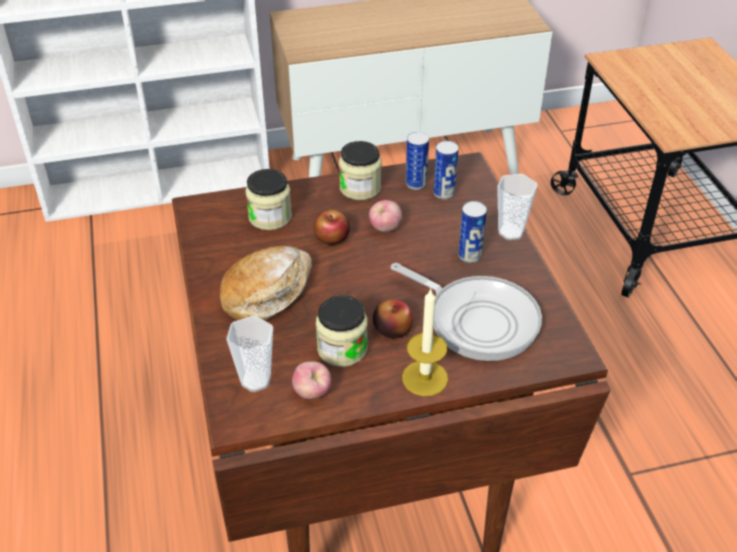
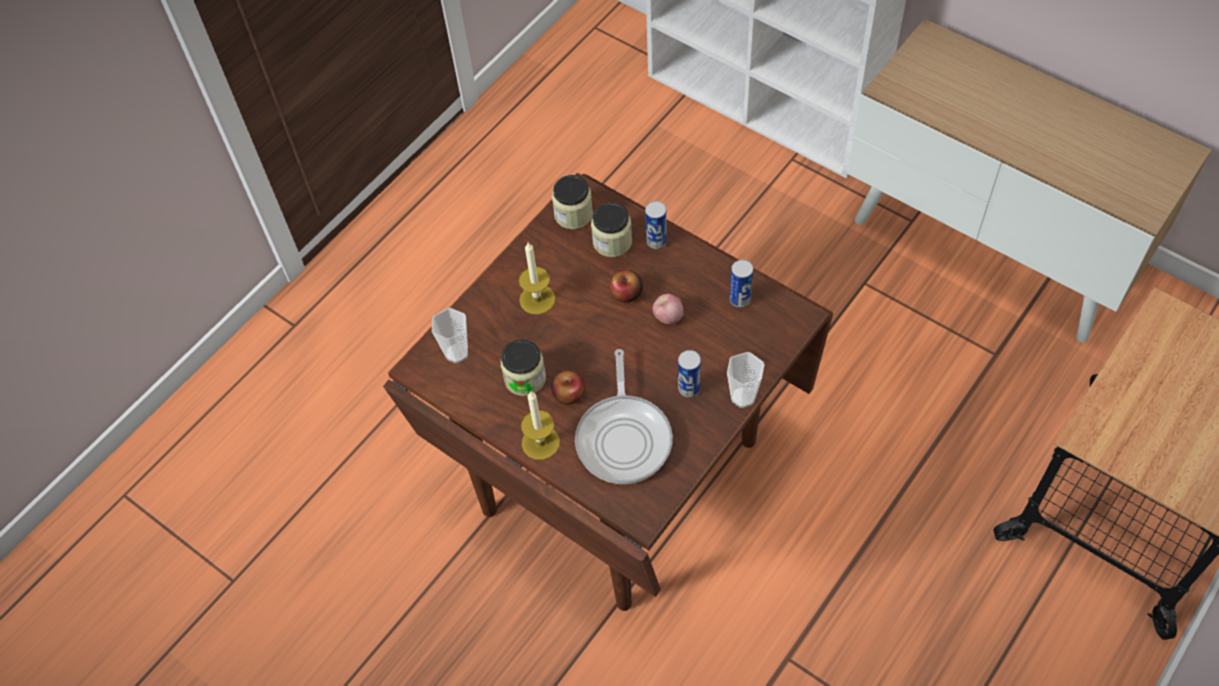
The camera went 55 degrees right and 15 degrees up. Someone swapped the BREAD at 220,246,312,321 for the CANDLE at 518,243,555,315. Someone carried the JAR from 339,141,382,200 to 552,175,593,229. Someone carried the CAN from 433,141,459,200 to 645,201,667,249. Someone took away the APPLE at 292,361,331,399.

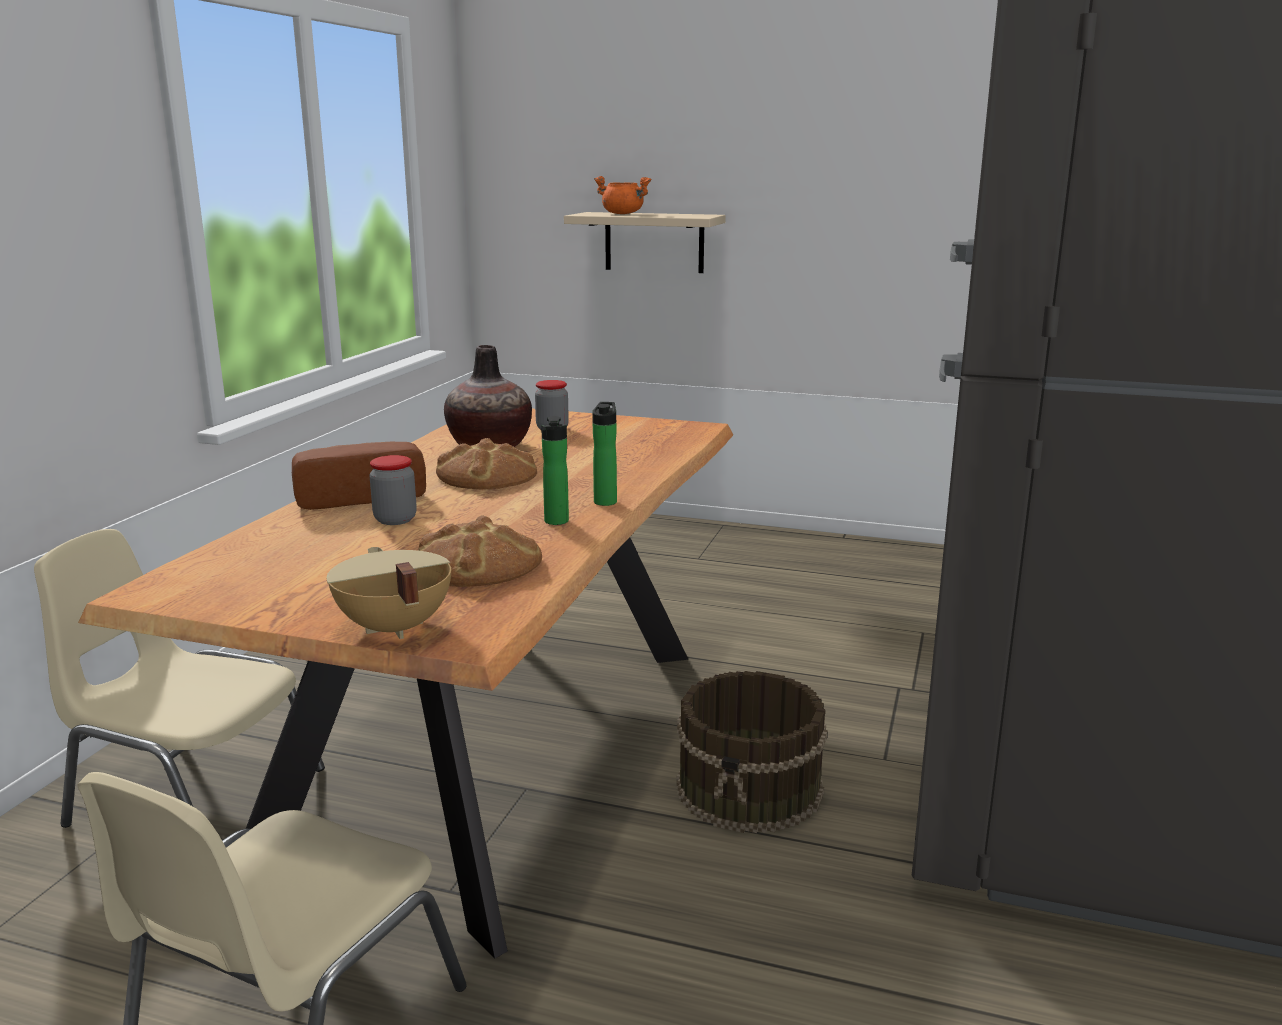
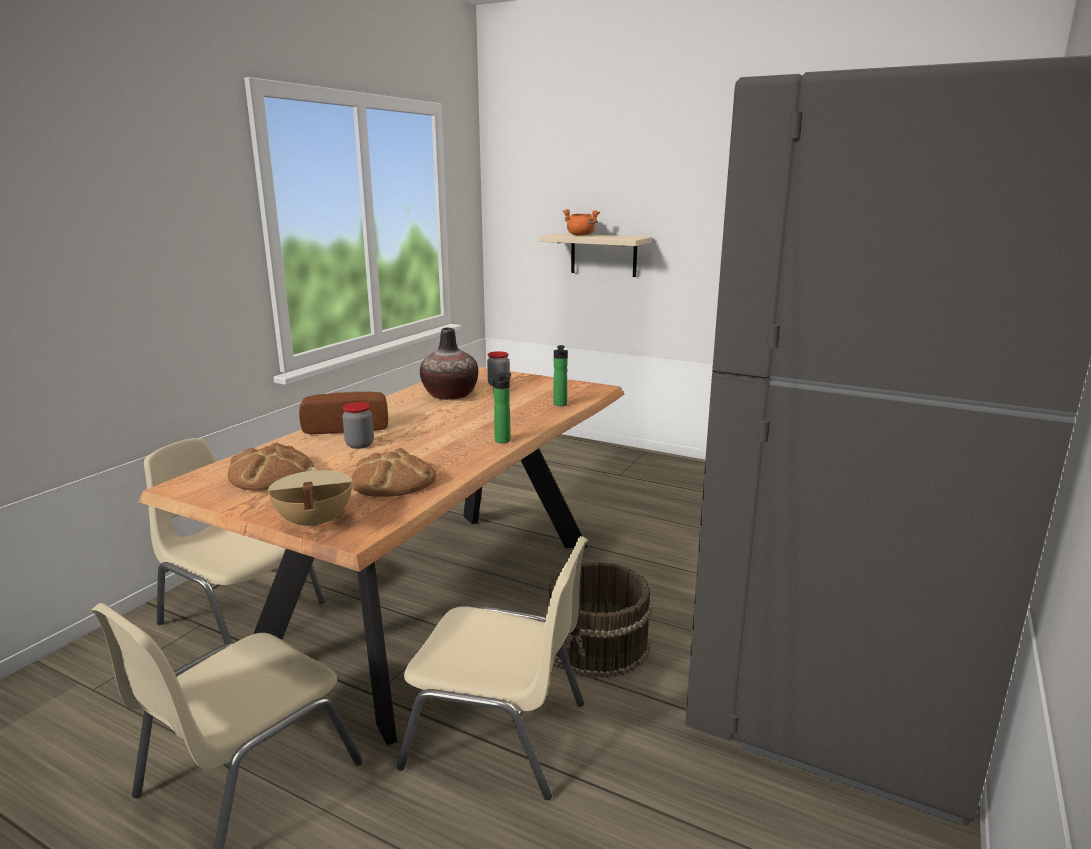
The camera went 10 degrees right and 0 degrees up. Someone carried the BREAD from 436,438,537,490 to 228,443,314,491. Someone put down the BEIGE CHAIR at 396,536,588,800. Someone carried the BOTTLE from 541,416,569,525 to 553,345,568,406.

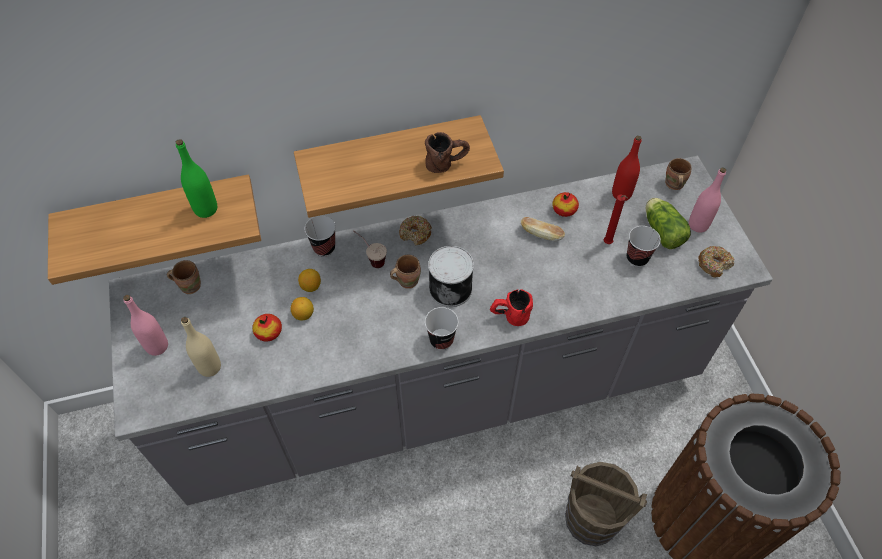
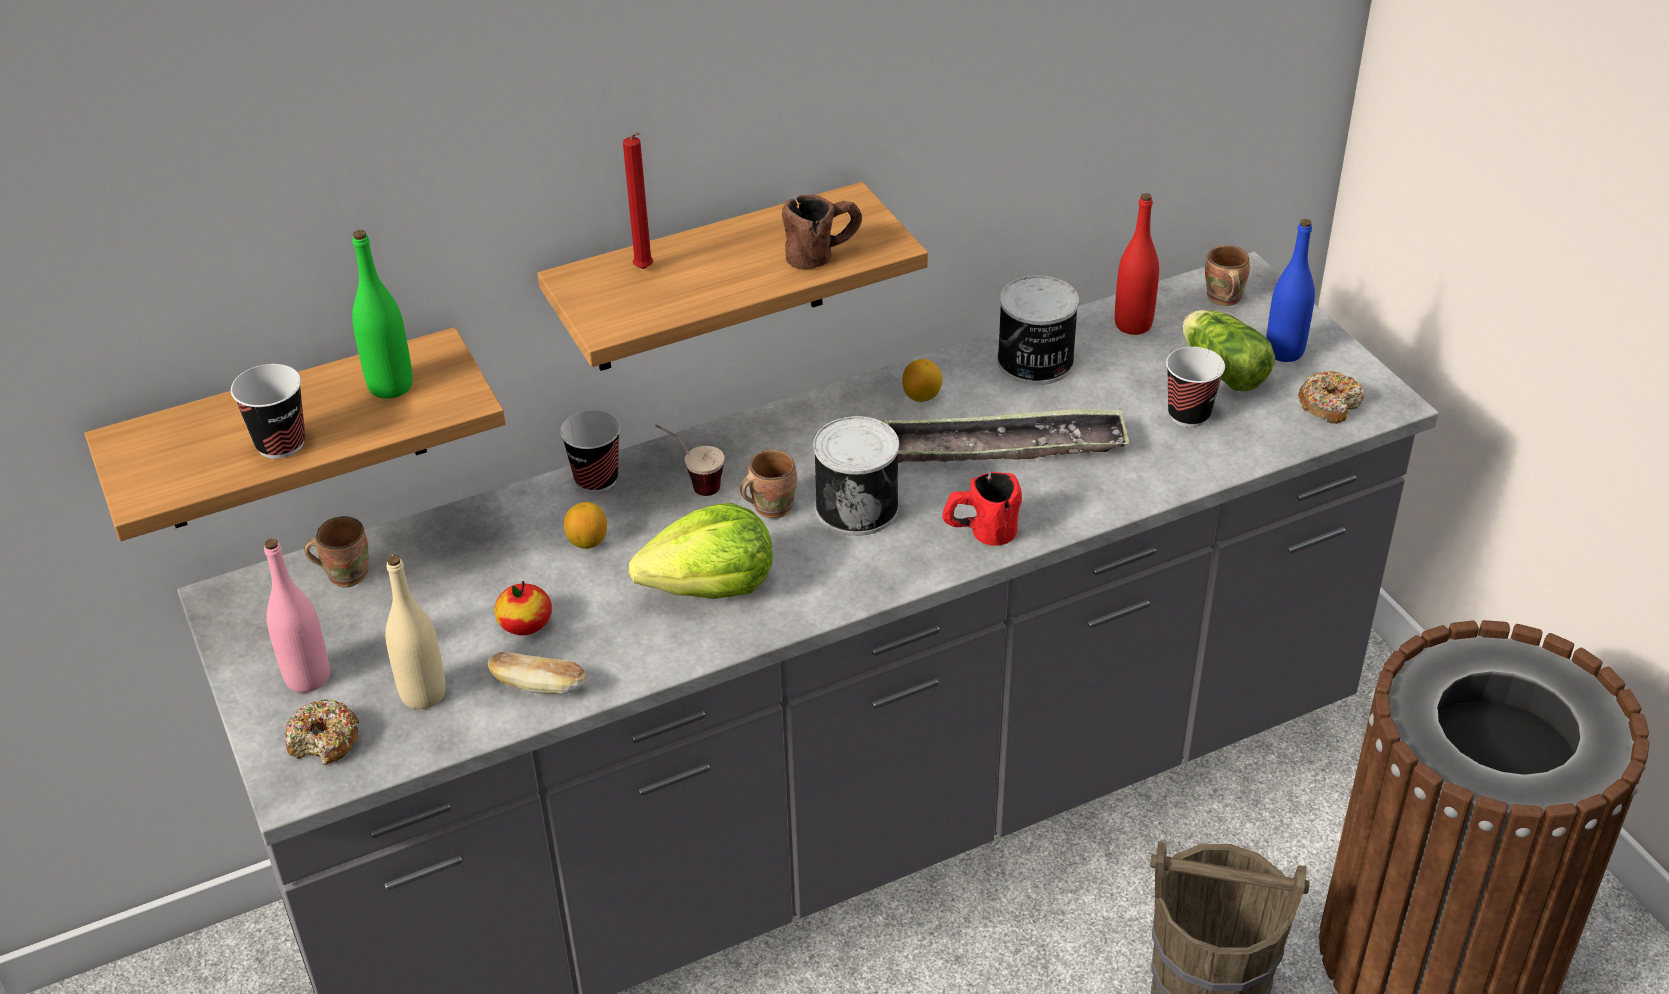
The camera went 10 degrees left and 15 degrees down. Someone carried the CUP from 425,307,459,350 to 231,364,305,459. Someone carried the DONUT from 399,216,432,245 to 284,699,359,765. Someone carried the BREAD from 521,217,565,241 to 488,652,586,694. Someone carried the RED CANDLE from 604,195,628,244 to 623,132,653,269. Someone put down the LETTUCE at 629,503,773,599. Someone put down the TRAY at 883,409,1130,463. Someone carried the LEMON from 291,297,314,320 to 902,359,942,402. Someone swapped the APPLE at 552,192,579,217 for the CAN at 997,275,1079,385. Someone repainted the PINK BOTTLE at 689,168,726,233, which became the BLUE BOTTLE at 1266,219,1315,362.

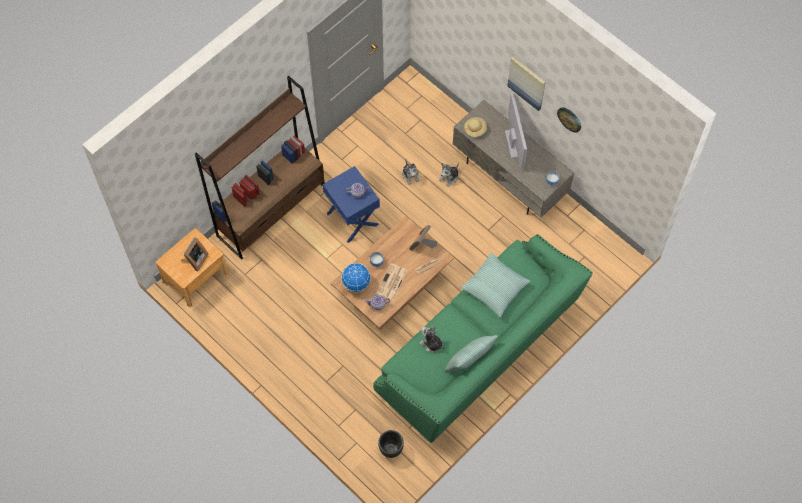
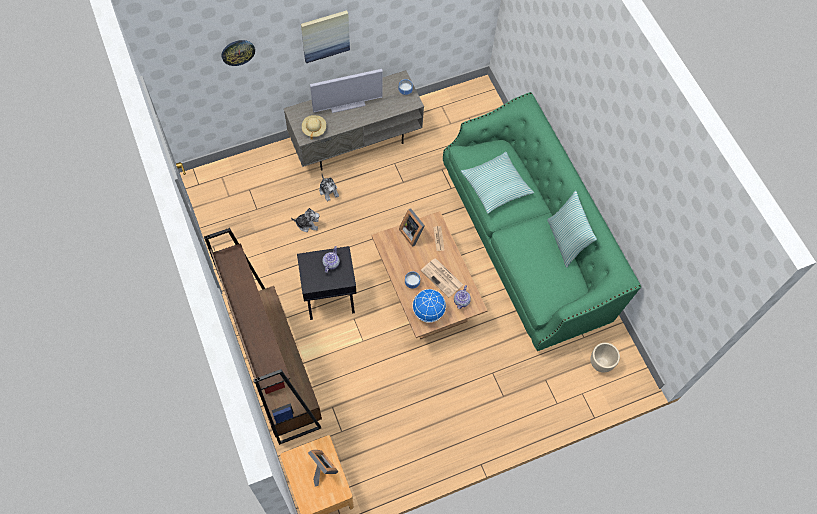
The camera went 70 degrees left and 0 degrees up. Someone carried the WALL CLOCK from 557,107,581,133 to 221,40,255,66. Someone repainted the BLUE SIDE TABLE at 323,166,380,243, which became the BLACK SIDE TABLE at 297,246,357,320. Someone rotated the TELEVISION at 505,92,527,170 by 150 degrees clockwise. Someone repainted the BLACK PLANTER at 378,430,404,458, which became the BEIGE PLANTER at 590,343,620,373. Someone took away the PLUSH TOY at 419,325,445,353.

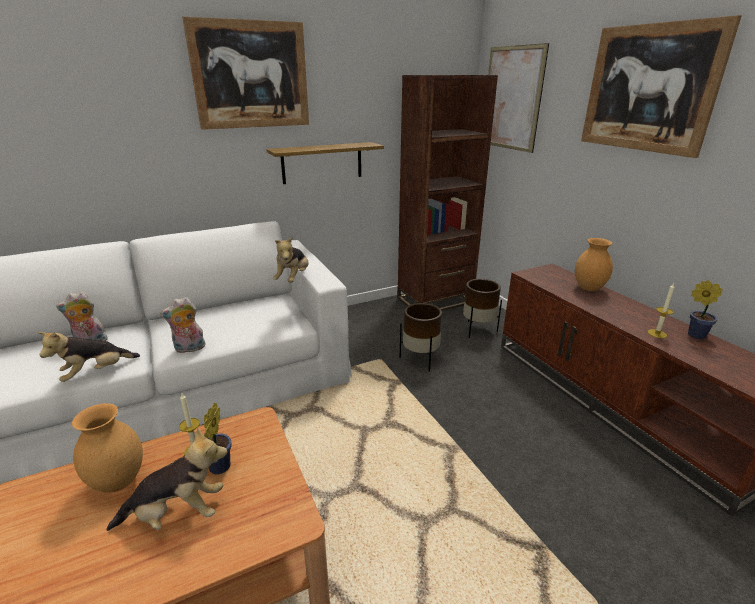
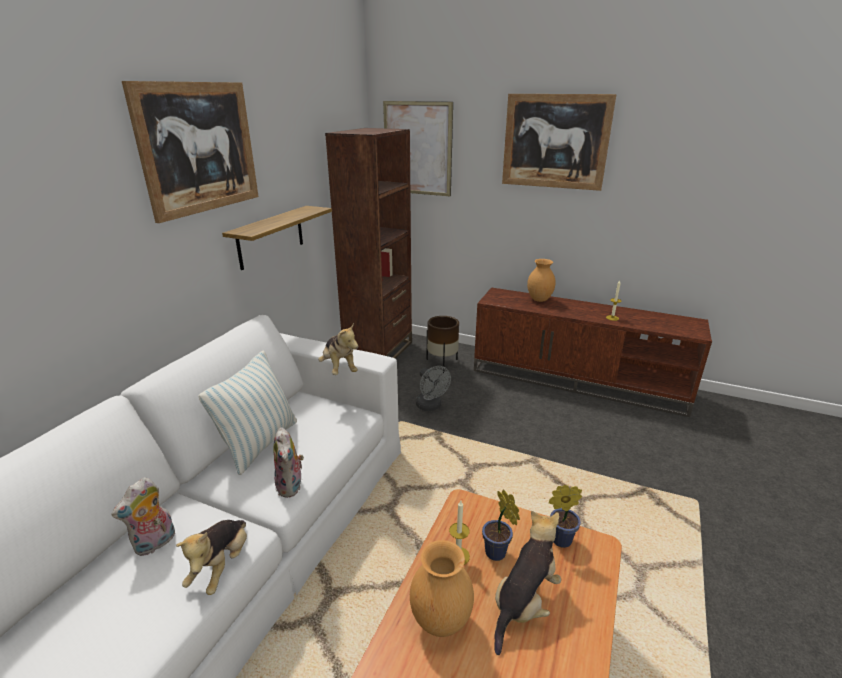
The camera went 40 degrees left and 0 degrees up. Someone put down the PILLOW at 198,350,297,475. Someone rotated the PLUSH TOY at 160,297,206,354 by 45 degrees counterclockwise. Someone swapped the BROWN PLANTER at 399,303,442,372 for the GREY FAN at 416,366,451,411. Someone carried the POTTED PLANT from 688,280,723,339 to 549,485,582,548.

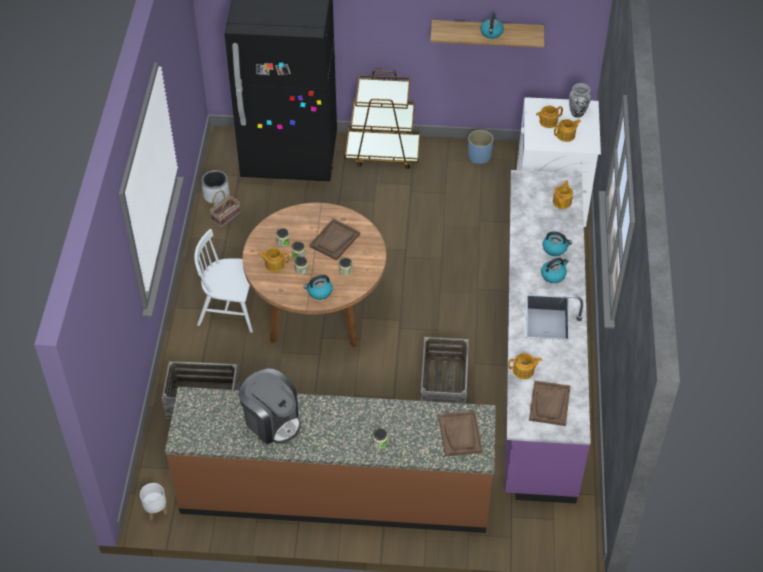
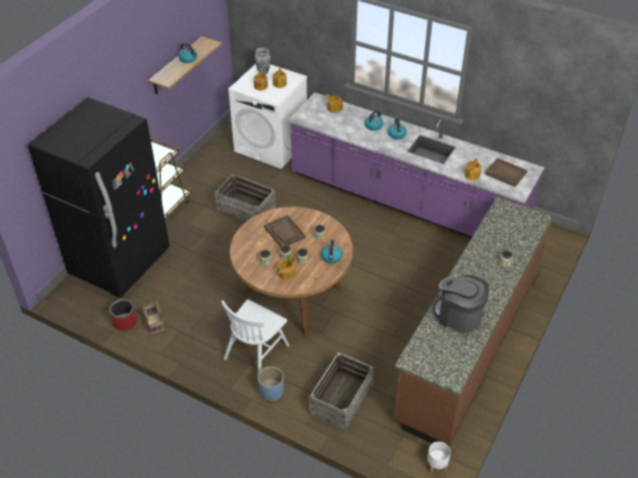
The camera went 65 degrees left and 5 degrees down. Someone repainted the GREY PLANTER at 201,170,229,204, which became the RED PLANTER at 109,299,137,331. Someone carried the CRATE from 420,337,469,404 to 215,174,276,222. Someone carried the BLUE PLANTER from 468,130,493,164 to 258,366,284,401. Someone rotated the COFFEE MACHINE at 239,369,301,444 by 120 degrees counterclockwise. Someone took away the BROWN TRAY at 439,411,483,456.

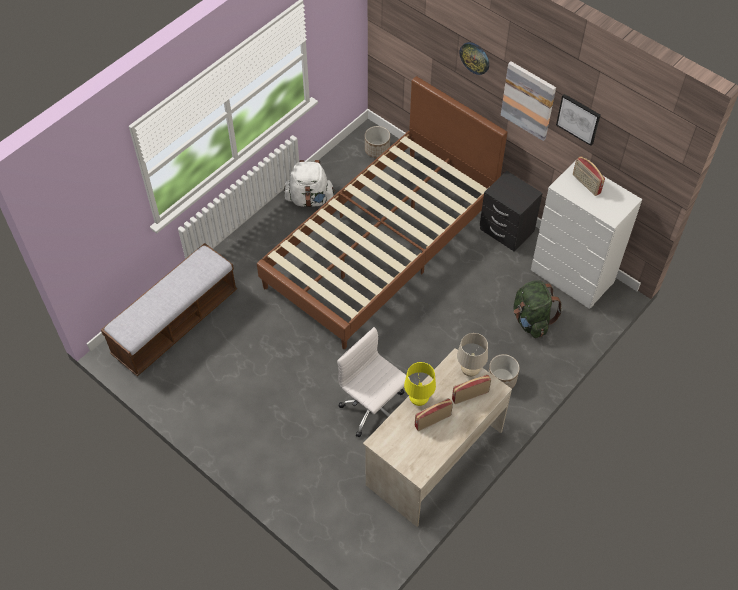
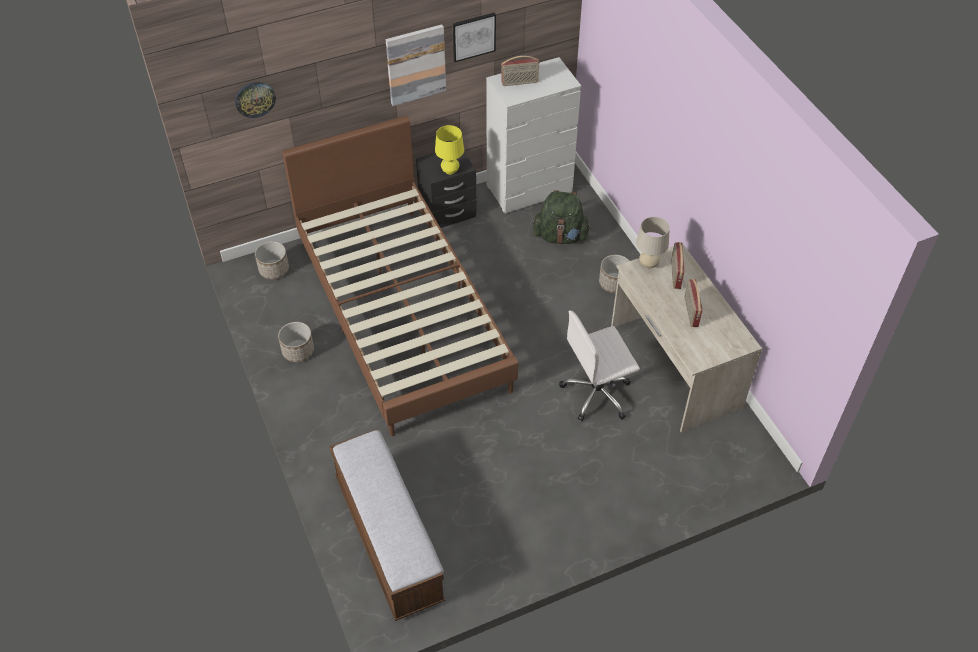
The camera went 65 degrees left and 5 degrees down. Someone carried the WALL CLOCK from 460,42,489,75 to 235,82,276,118. Someone swapped the WHITE BACKPACK at 284,160,335,207 for the PLANTER at 278,322,314,362. Someone carried the YELLOW TABLE LAMP from 404,362,436,406 to 435,125,464,174.

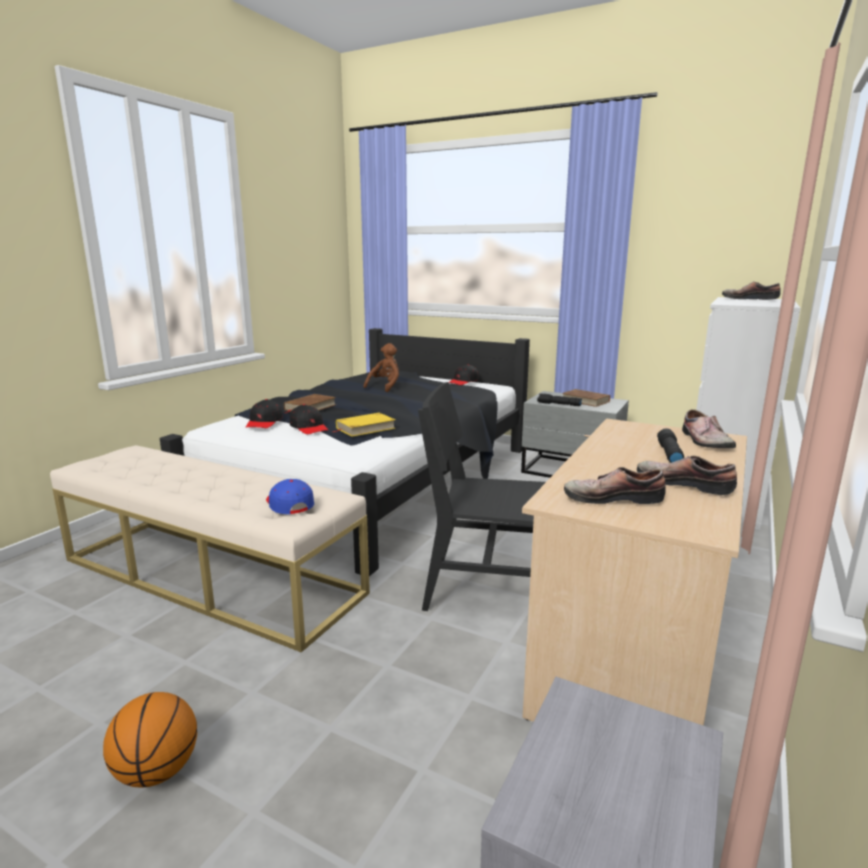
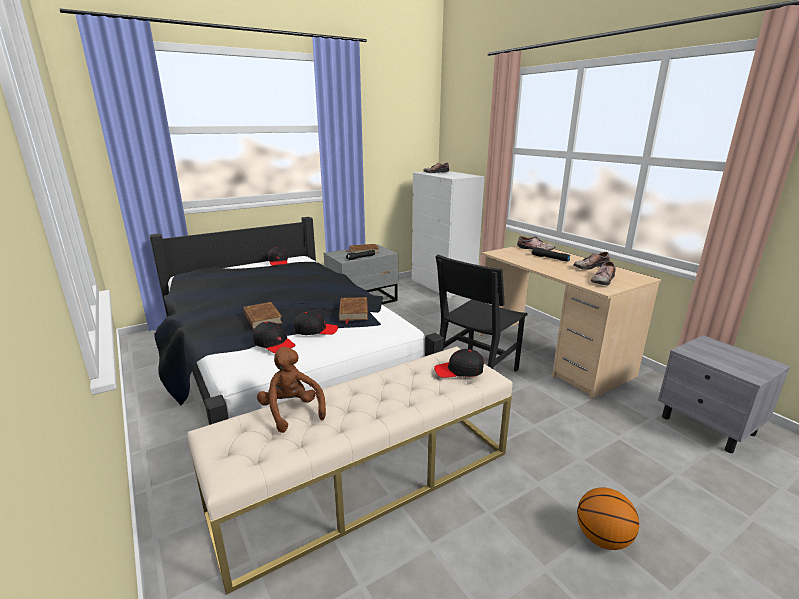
The camera went 60 degrees left and 5 degrees up. Someone carried the BROWN PLUSH TOY from 364,343,399,392 to 257,347,326,433. Someone repainted the YELLOW BOOK at 333,413,396,437, which became the BROWN BOOK at 339,297,368,324. Someone repainted the BLUE CAP at 266,479,314,514, which became the BLACK CAP at 434,349,484,378.

